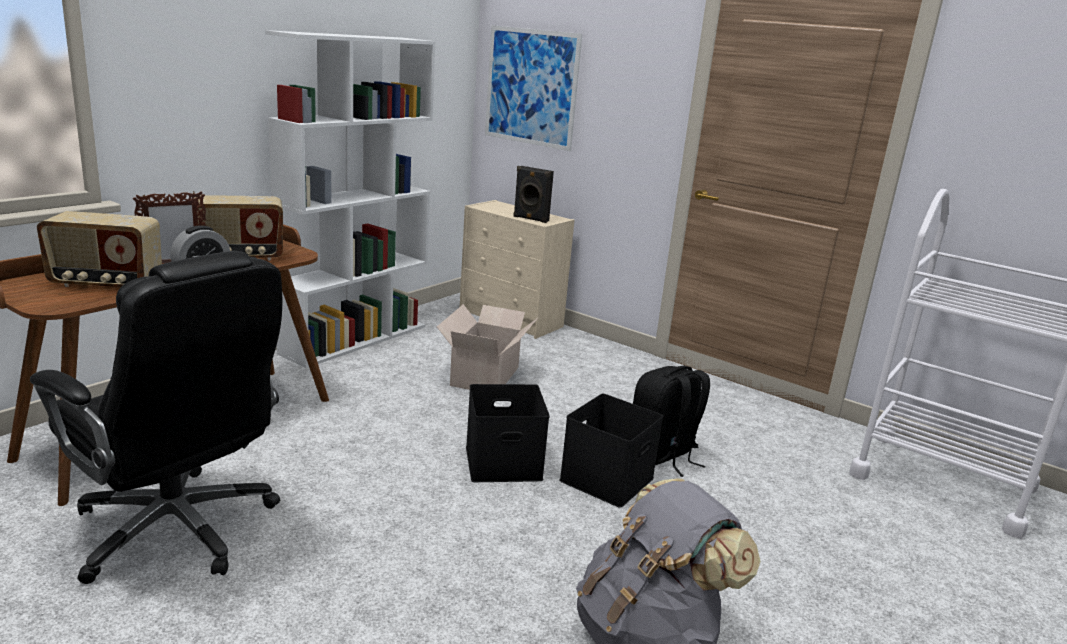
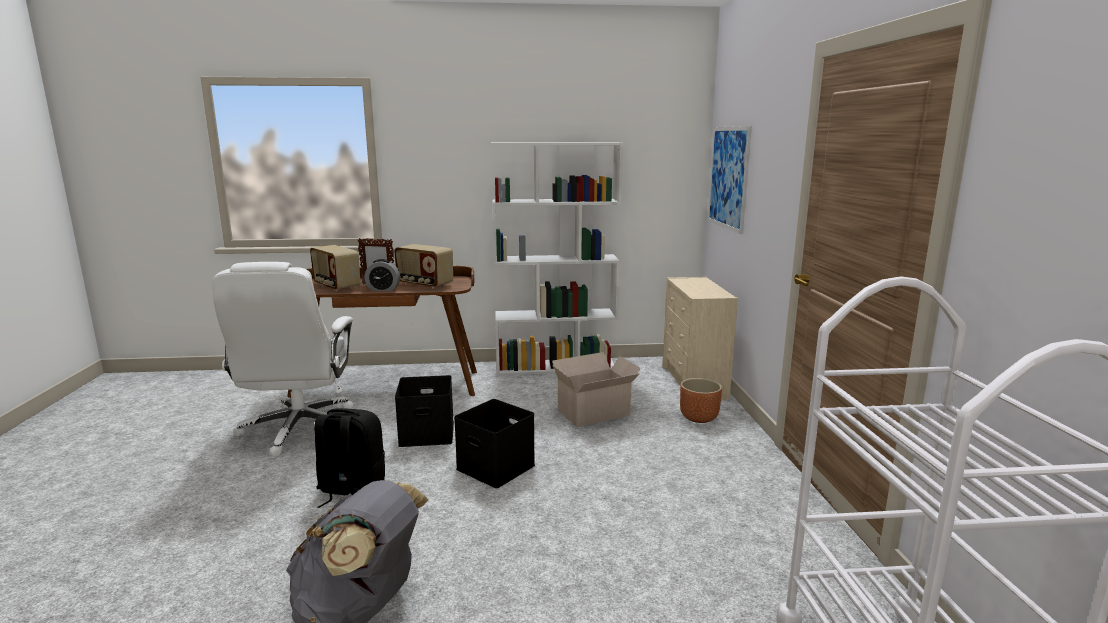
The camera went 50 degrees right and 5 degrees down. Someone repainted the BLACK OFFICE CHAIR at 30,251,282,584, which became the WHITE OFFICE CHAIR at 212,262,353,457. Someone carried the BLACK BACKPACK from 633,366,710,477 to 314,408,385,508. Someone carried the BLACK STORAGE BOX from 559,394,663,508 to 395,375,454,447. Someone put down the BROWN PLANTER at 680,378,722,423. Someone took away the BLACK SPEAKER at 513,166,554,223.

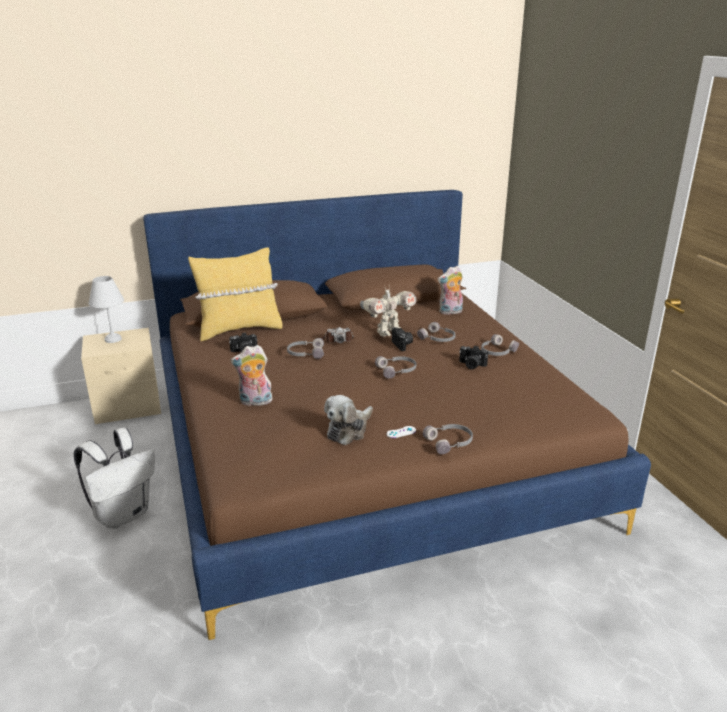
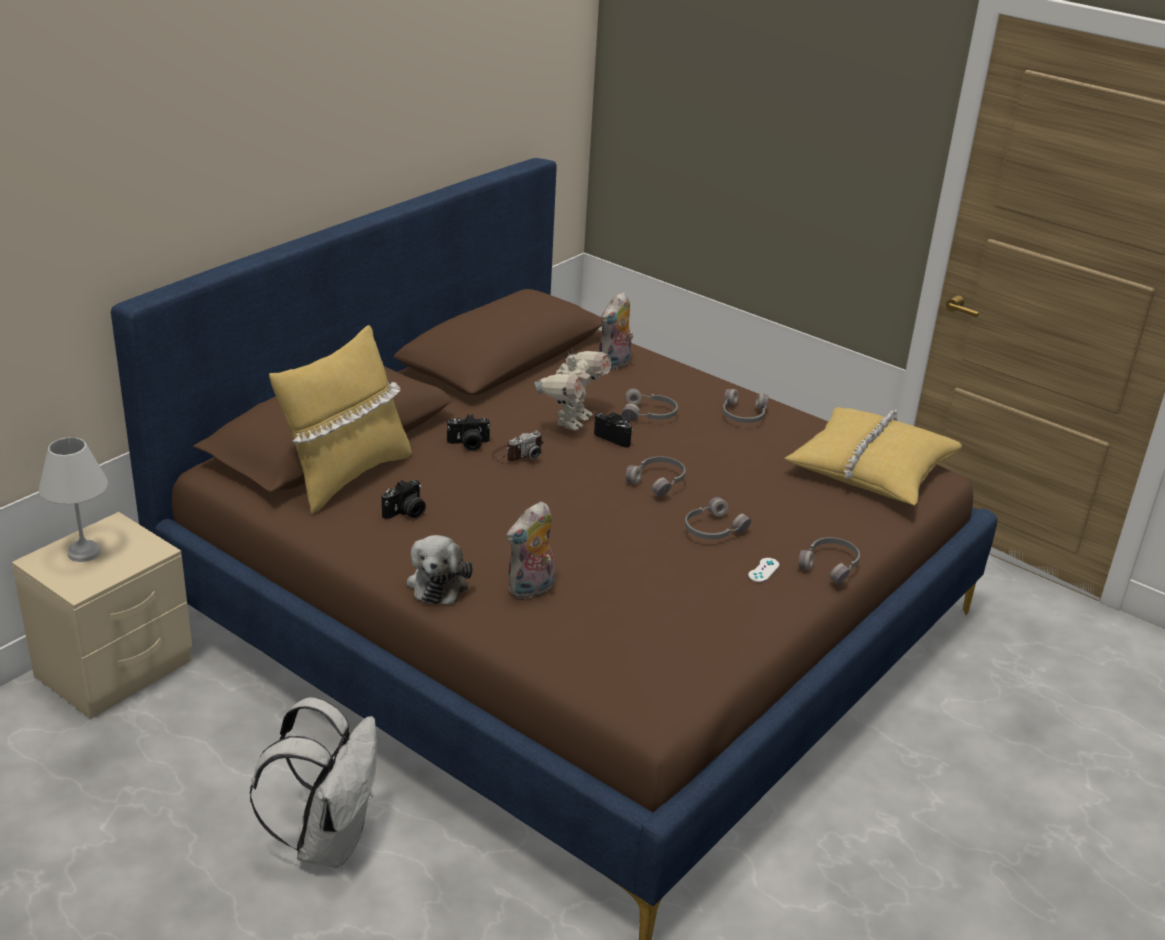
The camera went 35 degrees left and 5 degrees up. Someone carried the PLUSH TOY from 324,395,373,445 to 407,535,473,605. Someone carried the PHOTO CAMERA from 459,346,488,369 to 447,414,490,451. Someone carried the GREY HEADPHONES from 287,338,324,359 to 685,497,751,539. Someone put down the YELLOW PILLOW at 785,407,962,506.

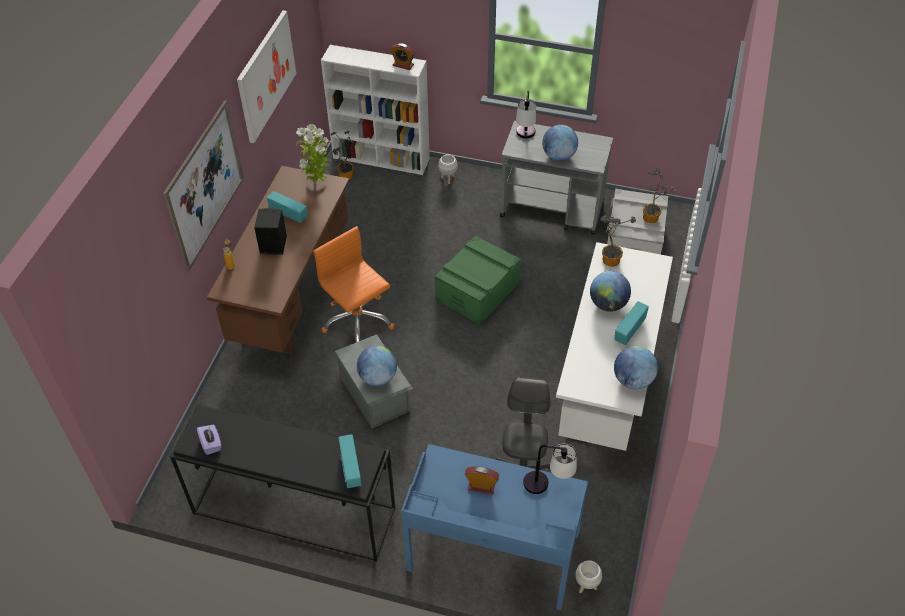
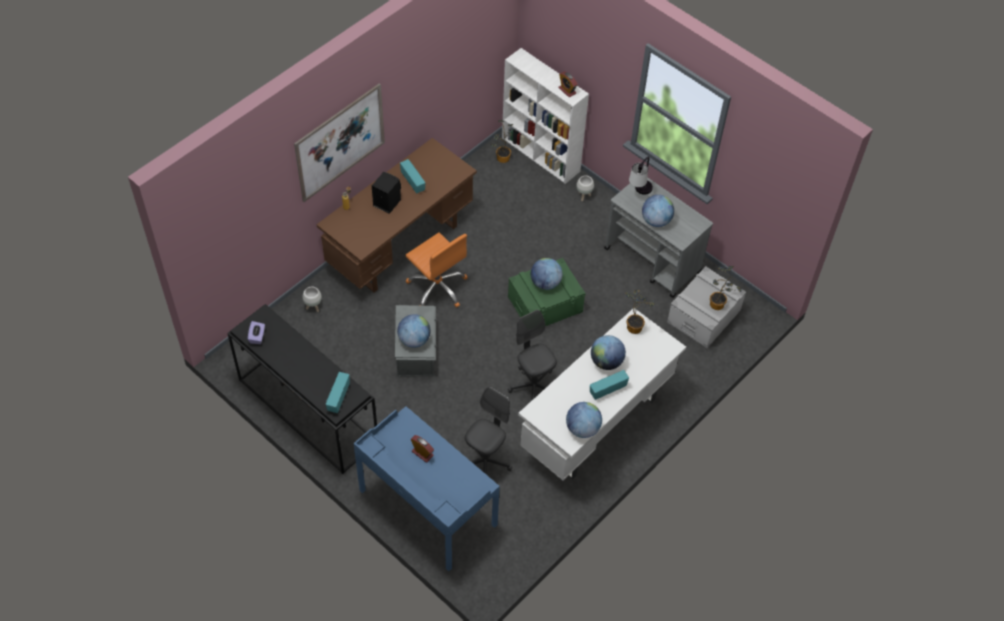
The camera went 25 degrees right and 5 degrees up. Someone carried the WHITE PLANTER from 575,560,602,593 to 302,286,322,312. Someone rotated the ORANGE OFFICE CHAIR at 313,226,394,343 by 150 degrees clockwise. Someone put down the GREY OFFICE CHAIR at 508,310,557,400. Someone put down the GLOBE at 531,258,562,290. Someone took away the PICTURE at 237,10,296,143. Someone took away the POTTED PLANT at 296,124,330,184. Someone took away the TABLE LAMP at 523,443,577,494.

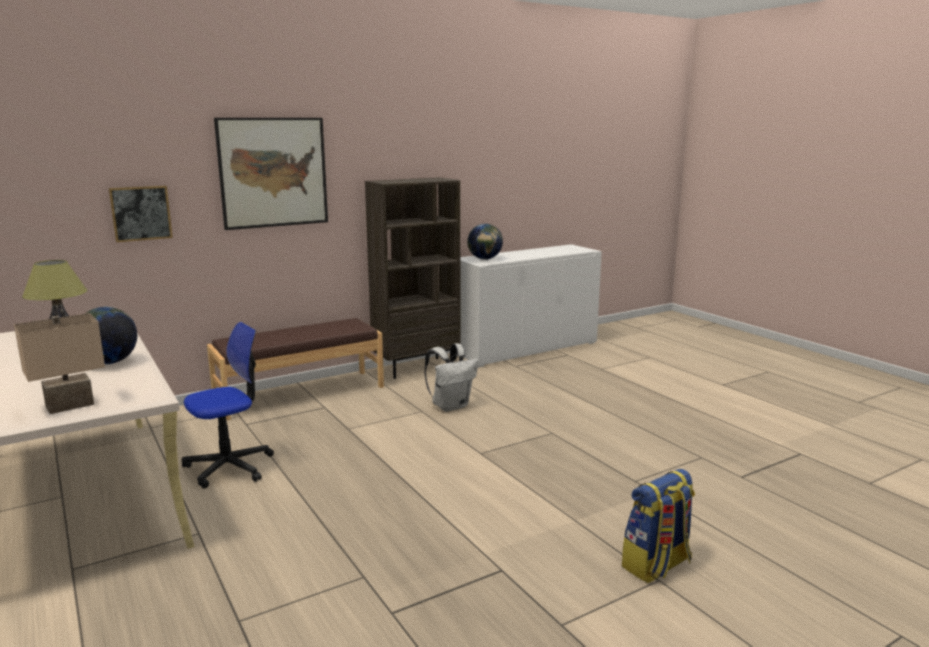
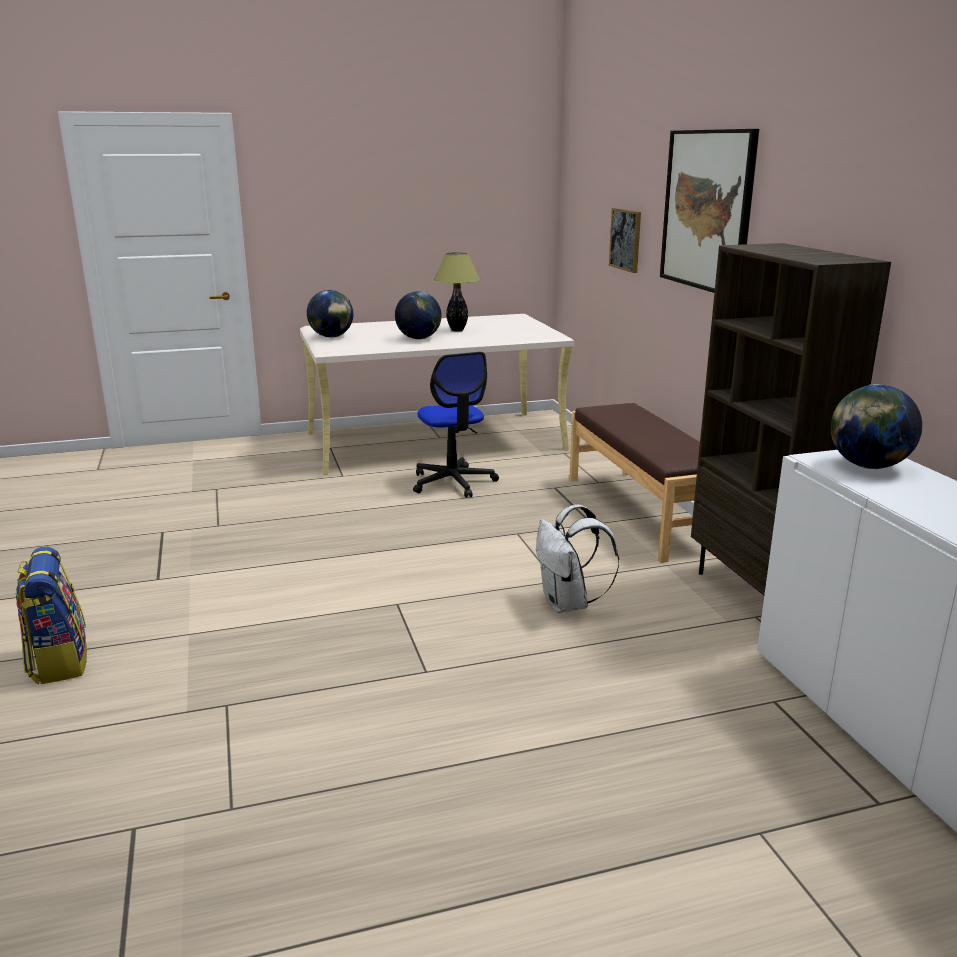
The camera went 105 degrees right and 5 degrees up. Someone swapped the BEIGE TABLE LAMP at 14,313,105,414 for the GLOBE at 307,290,354,337.

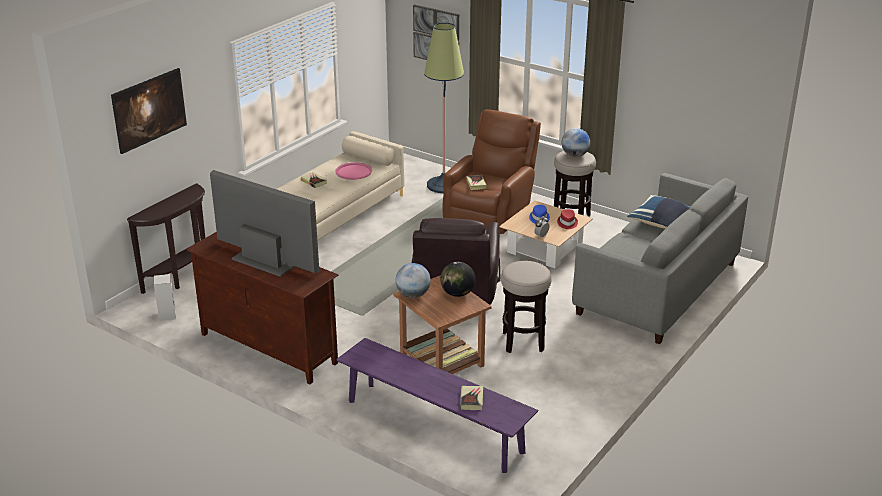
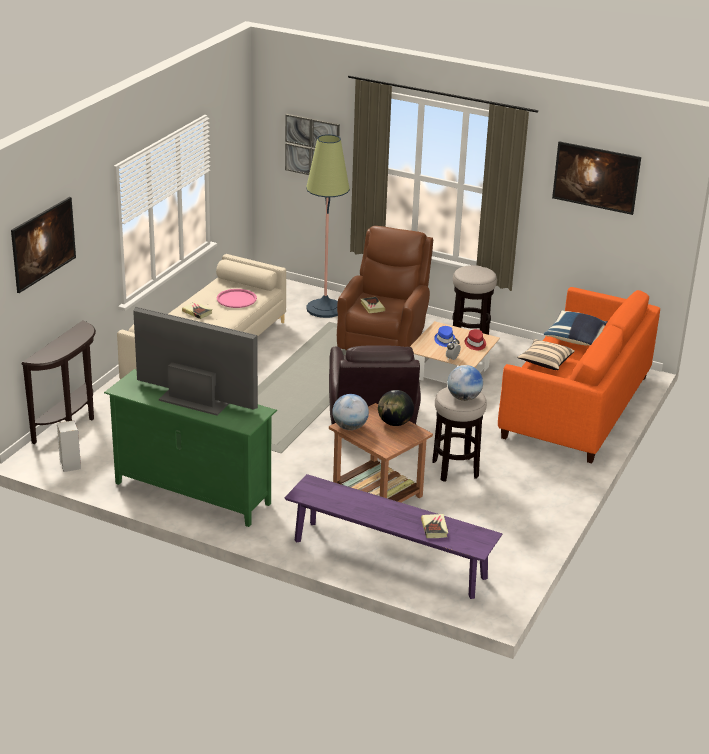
The camera went 10 degrees left and 0 degrees up. Someone repainted the BROWN TV STAND at 185,232,339,384, which became the GREEN TV STAND at 104,369,277,527. Someone carried the GLOBE from 561,128,590,157 to 447,365,483,401. Someone repainted the GREY SOFA at 572,173,748,344, which became the ORANGE SOFA at 498,287,660,463. Someone put down the BEIGE PILLOW at 517,339,575,370. Someone put up the PICTURE at 552,141,641,215.

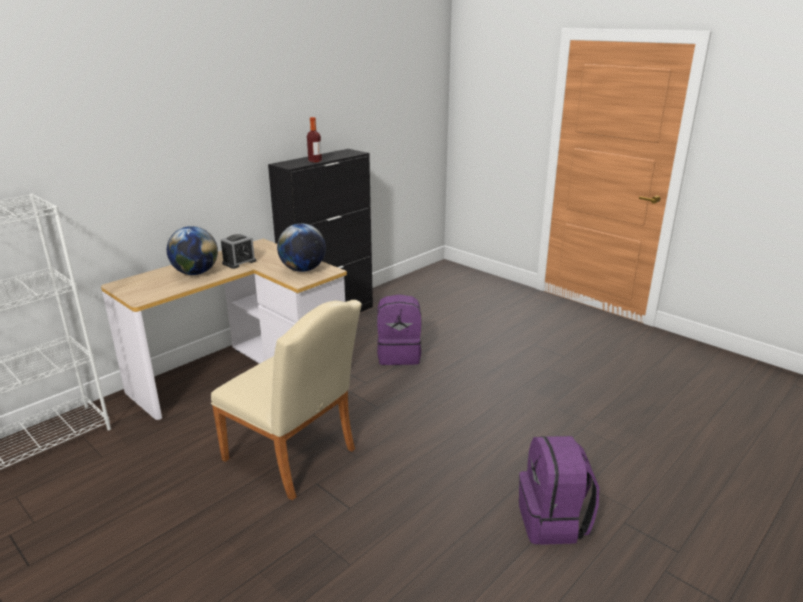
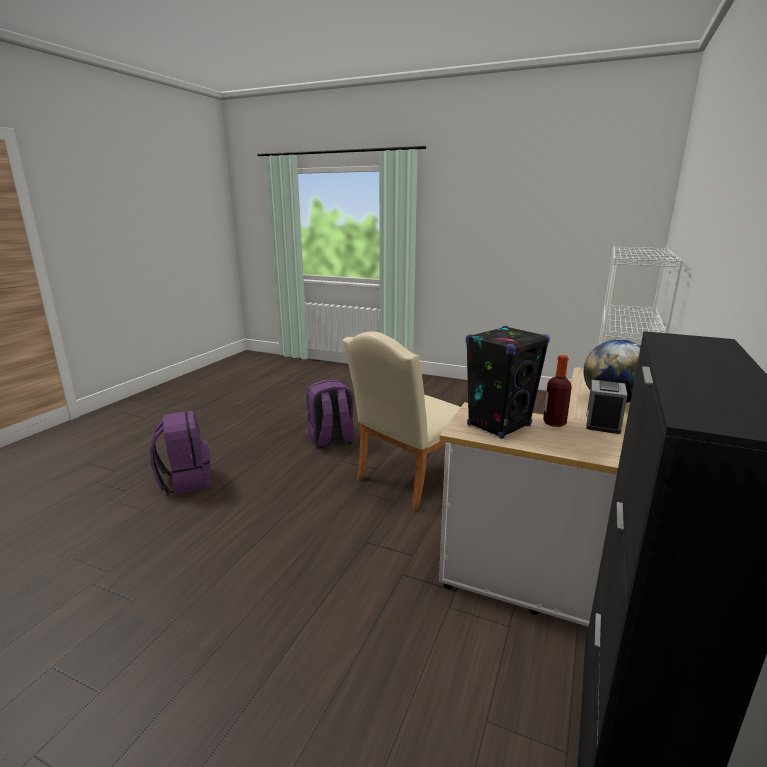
The camera went 160 degrees right and 5 degrees down. Someone carried the PURPLE BACKPACK from 377,294,422,365 to 306,380,355,449. Someone rotated the BEIGE CHAIR at 211,300,362,500 by 60 degrees counterclockwise. Someone swapped the GLOBE at 277,223,326,272 for the BLACK SPEAKER at 466,326,550,439. Someone carried the BOTTLE from 307,117,322,163 to 543,355,572,427.

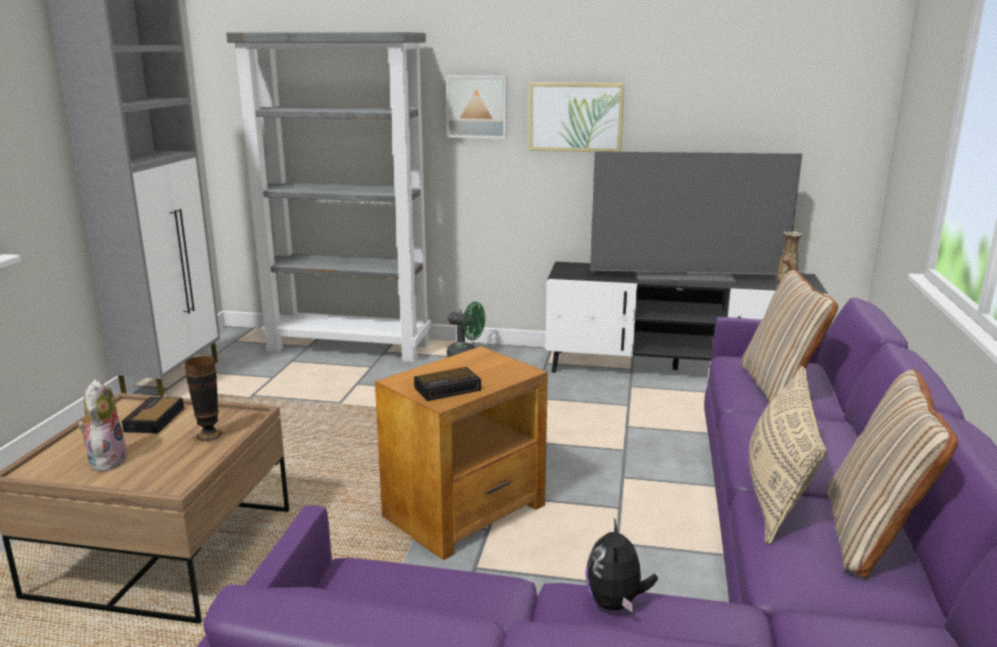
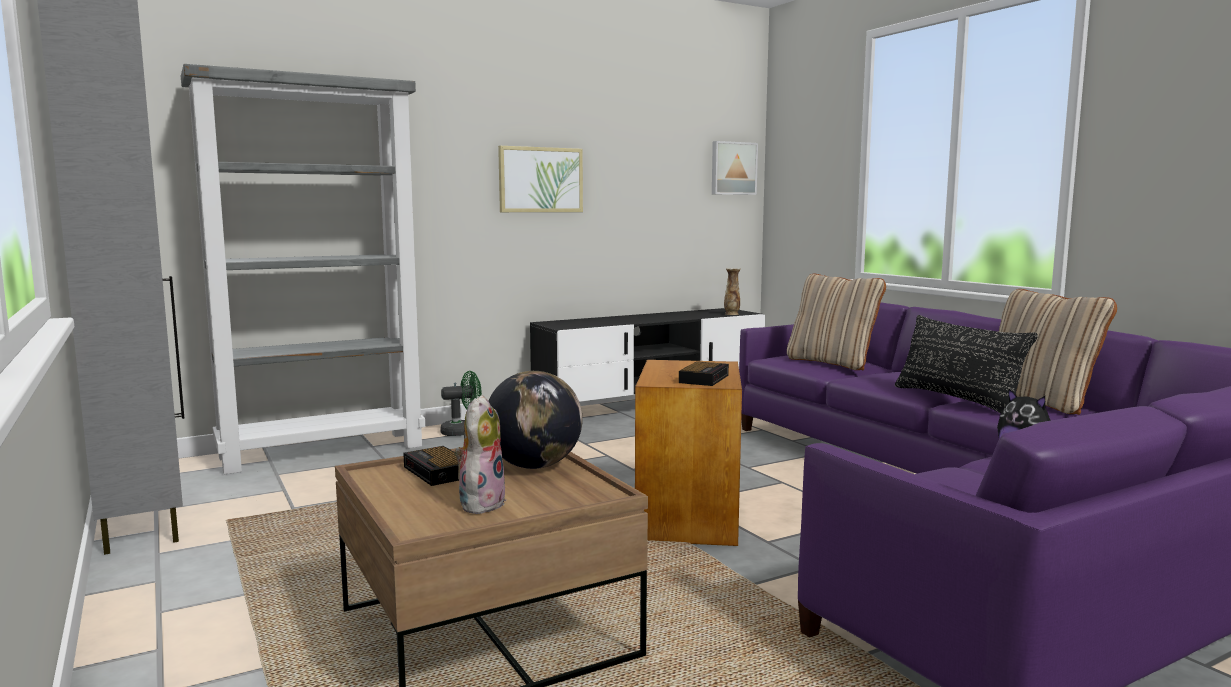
The camera went 40 degrees left and 10 degrees down. Someone rotated the PLUSH TOY at 78,379,128,472 by 60 degrees clockwise. Someone swapped the VASE at 185,356,226,444 for the GLOBE at 488,371,583,469. Someone carried the PICTURE from 446,75,507,139 to 712,141,758,195. Someone repainted the BEIGE PILLOW at 749,366,827,544, which became the BLACK PILLOW at 895,315,1038,413. Someone took away the TELEVISION at 590,151,802,284.

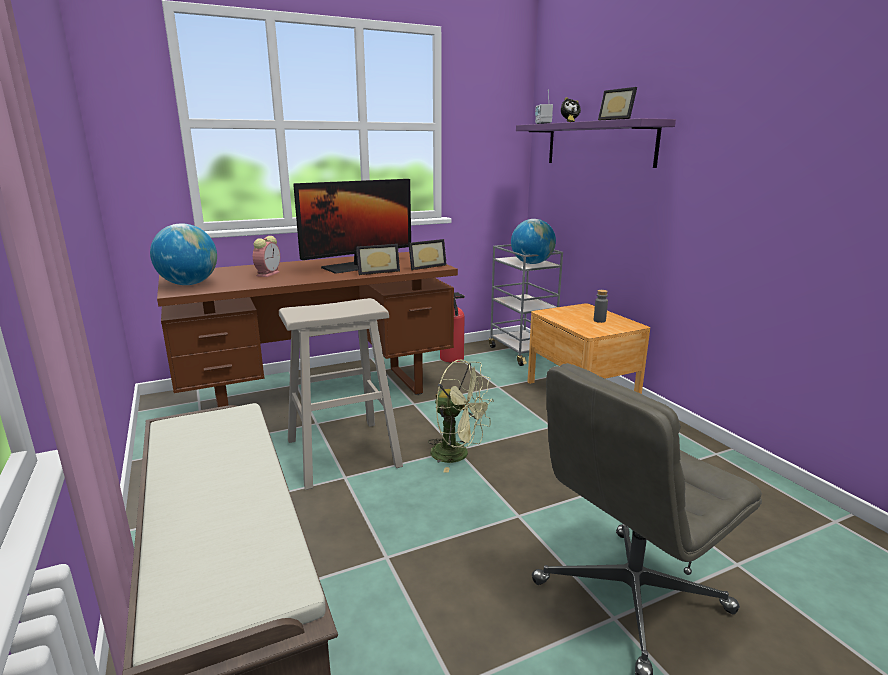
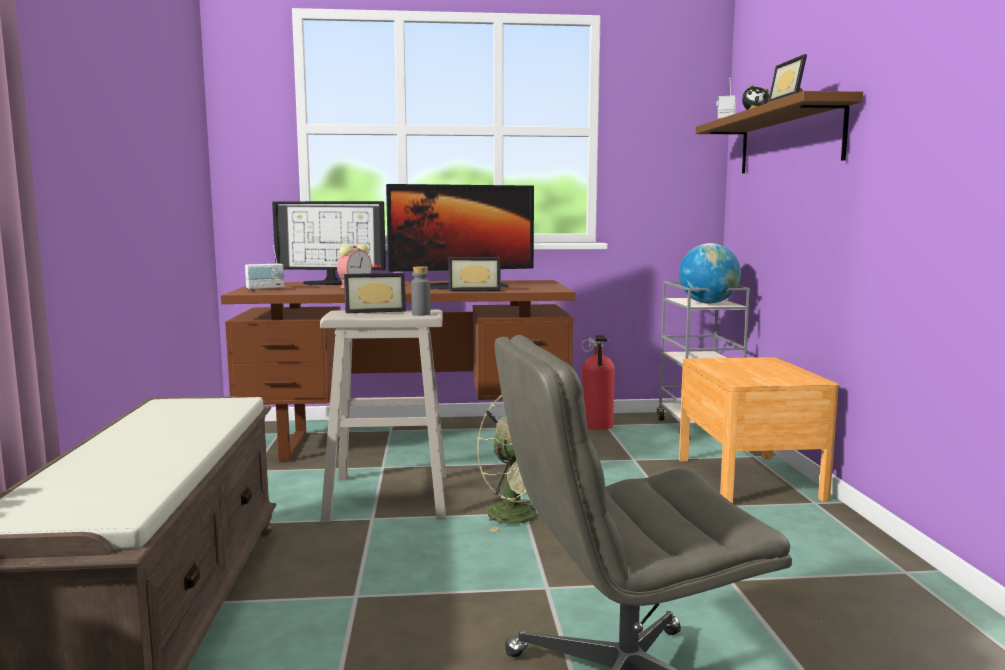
The camera went 20 degrees right and 10 degrees down. Someone swapped the GLOBE at 150,223,217,285 for the RADIO at 245,245,284,291. Someone put down the MONITOR at 272,201,386,285. Someone carried the PICTURE FRAME from 408,239,447,270 to 344,273,406,313. Someone carried the GREY BOTTLE from 594,290,608,323 to 411,266,430,316. Someone repainted the PURPLE SHELF at 516,118,676,168, which became the BROWN SHELF at 696,91,863,173.

